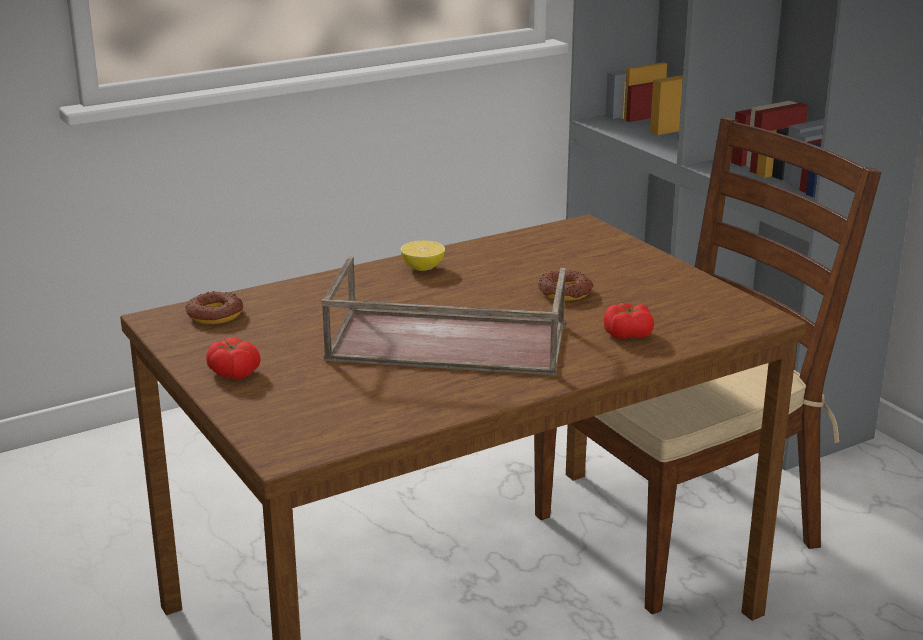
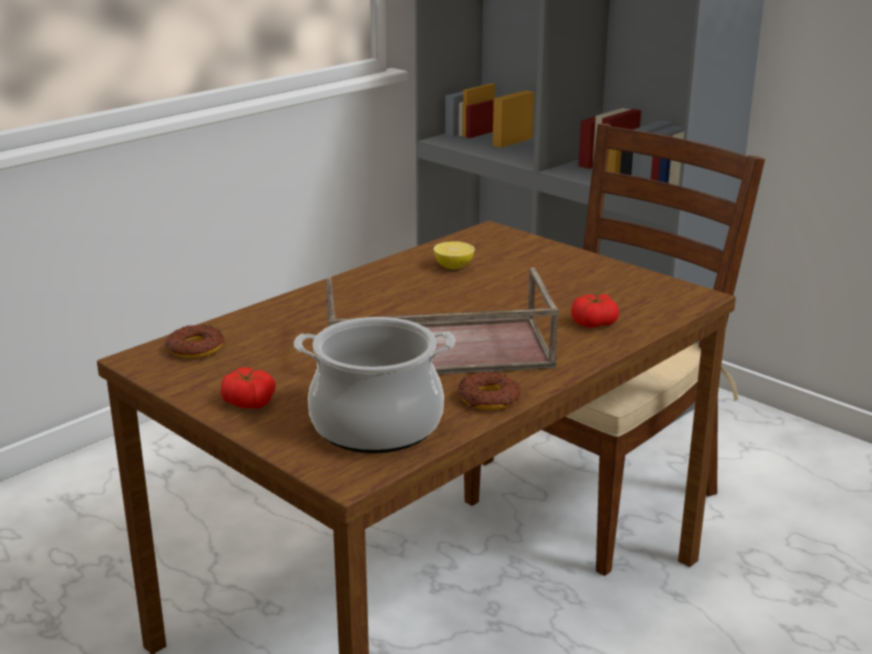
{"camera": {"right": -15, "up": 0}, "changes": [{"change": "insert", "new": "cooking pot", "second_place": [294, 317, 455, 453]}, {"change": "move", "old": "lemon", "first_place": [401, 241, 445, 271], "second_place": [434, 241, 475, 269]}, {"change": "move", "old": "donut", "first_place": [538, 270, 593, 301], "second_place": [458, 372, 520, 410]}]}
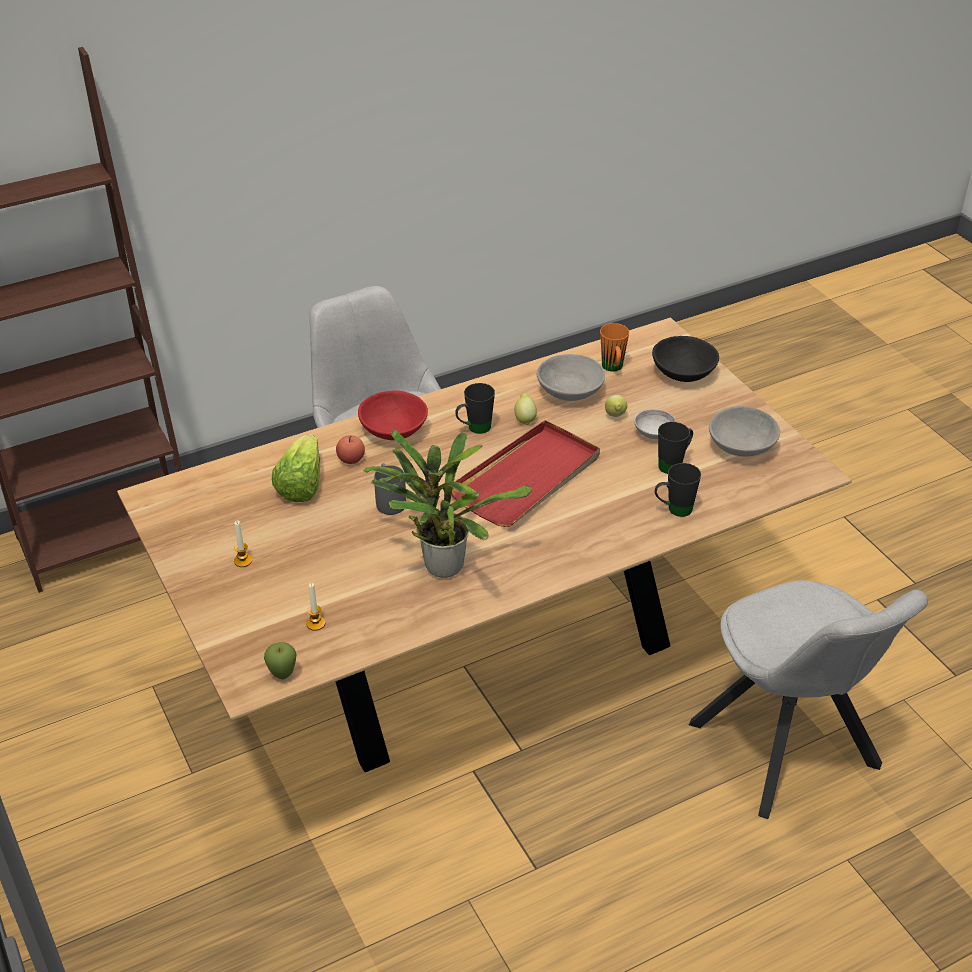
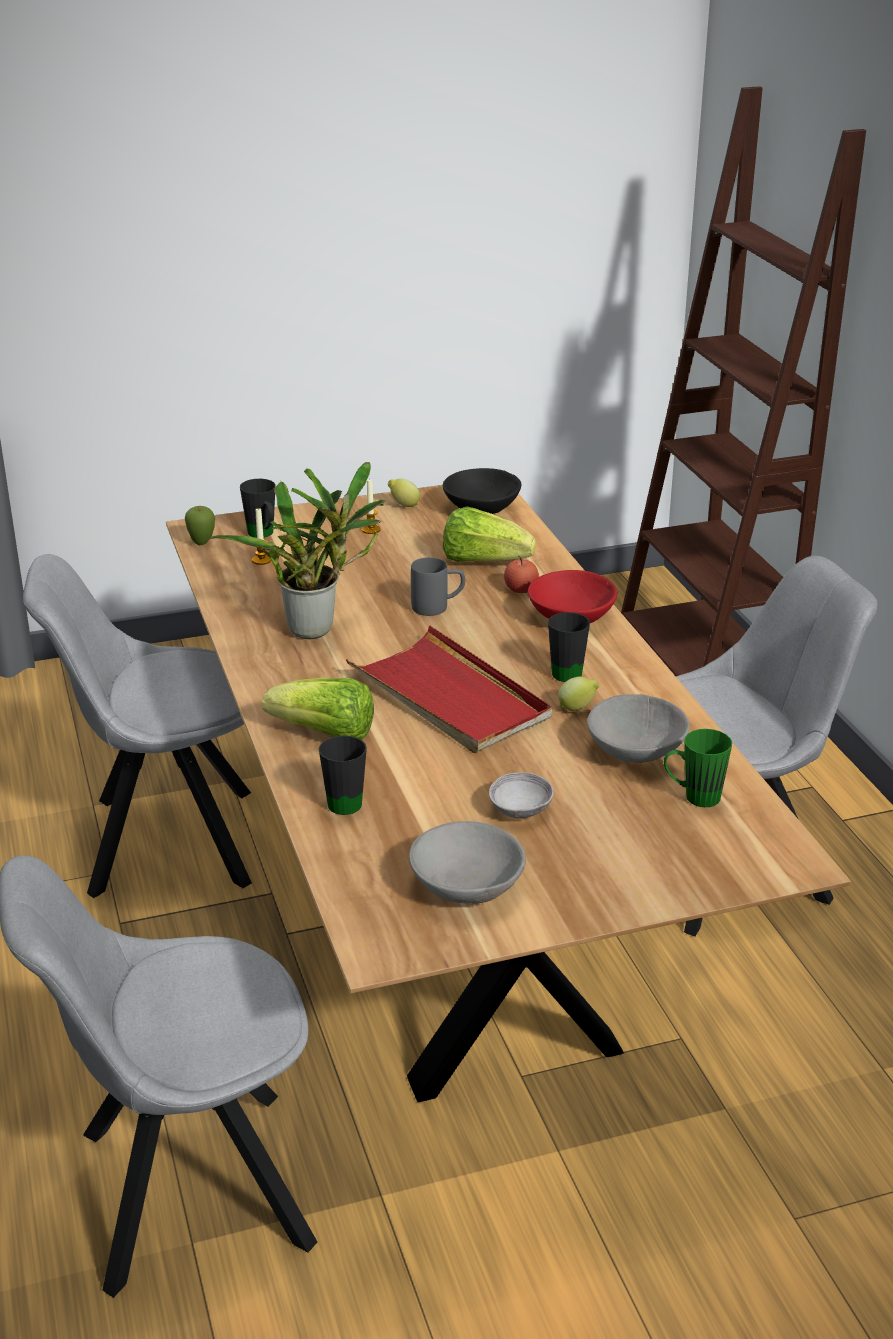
{"camera": {"right": 100, "up": -10}, "changes": [{"change": "insert", "new": "grey chair", "second_place": [23, 554, 252, 898]}, {"change": "move", "old": "black mug", "first_place": [658, 422, 693, 474], "second_place": [240, 479, 276, 538]}, {"change": "insert", "new": "lettuce", "second_place": [262, 678, 374, 740]}, {"change": "move", "old": "lemon", "first_place": [605, 395, 627, 417], "second_place": [388, 479, 420, 507]}, {"change": "move", "old": "black bowl", "first_place": [652, 336, 719, 382], "second_place": [443, 468, 521, 514]}, {"change": "recolor", "old": "orange mug", "new": "green mug", "first_place": [600, 323, 629, 372], "second_place": [664, 729, 732, 807]}]}
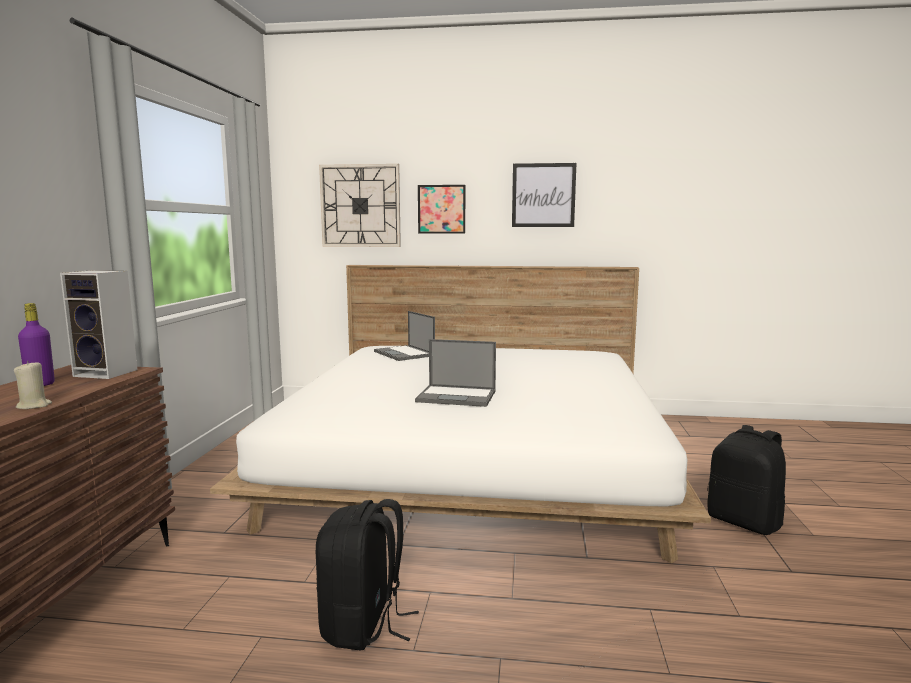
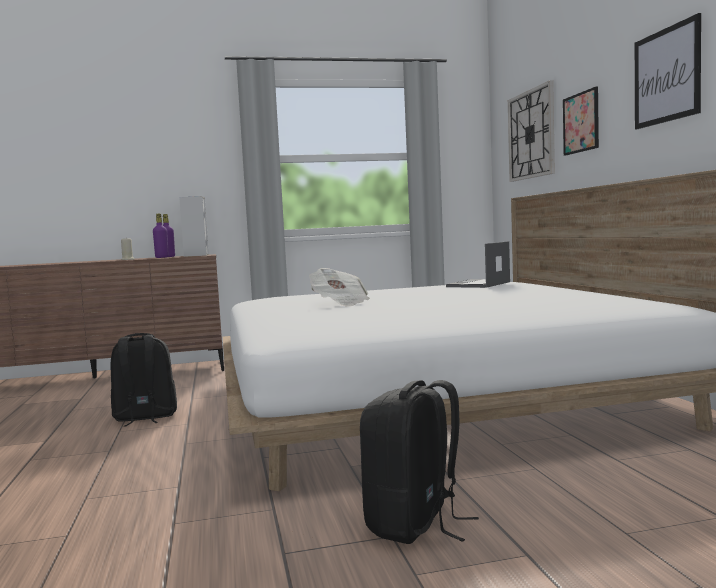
{"camera": {"right": 70, "up": -5}, "changes": [{"change": "insert", "new": "purple bottle", "second_place": [153, 214, 169, 258]}, {"change": "replace", "old": "laptop", "new": "newspaper", "first_place": [415, 339, 496, 407], "second_place": [309, 268, 370, 307]}]}
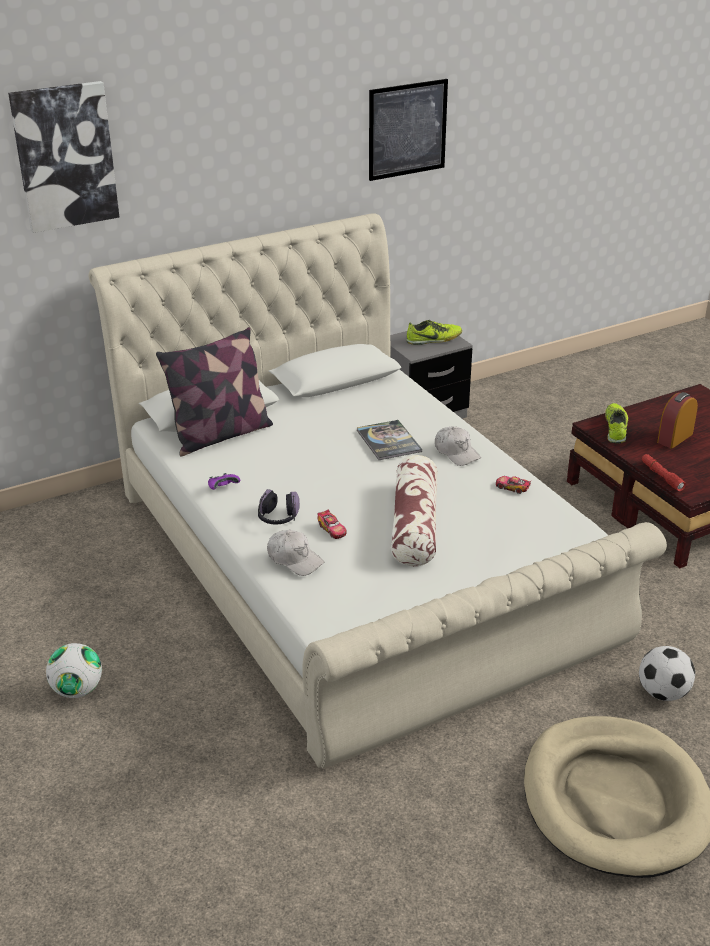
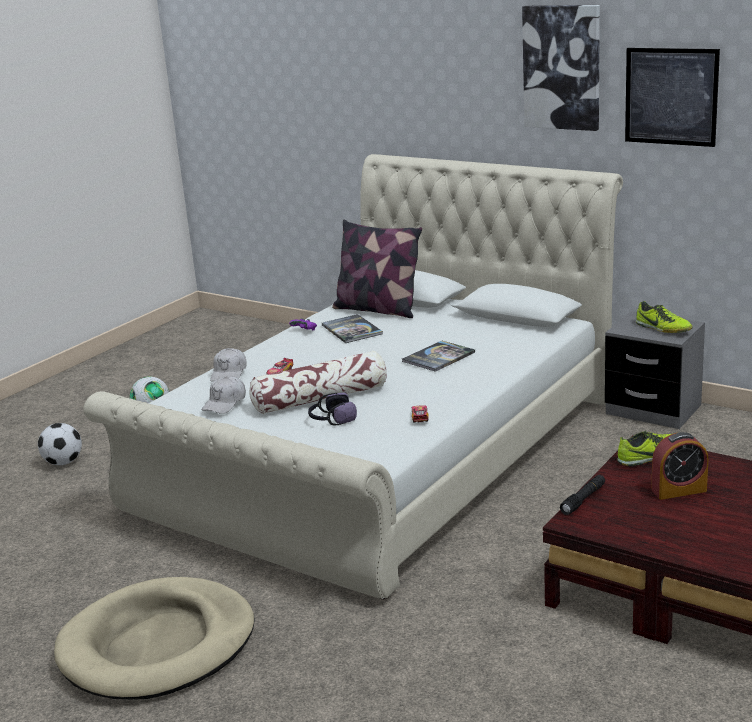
{"camera": {"right": 65, "up": -10}, "changes": [{"change": "move", "old": "football", "first_place": [639, 646, 695, 701], "second_place": [38, 423, 82, 465]}, {"change": "move", "old": "white cap", "first_place": [435, 426, 481, 466], "second_place": [202, 377, 246, 414]}, {"change": "move", "old": "headphones", "first_place": [258, 489, 300, 524], "second_place": [308, 392, 357, 425]}, {"change": "insert", "new": "book", "second_place": [322, 314, 383, 343]}, {"change": "move", "old": "picture", "first_place": [8, 81, 119, 233], "second_place": [522, 5, 600, 131]}, {"change": "recolor", "old": "red flashlight", "new": "black flashlight", "first_place": [642, 454, 686, 491], "second_place": [560, 475, 605, 515]}, {"change": "rotate", "old": "alarm clock", "first_place": [657, 392, 698, 449], "second_place": [651, 432, 708, 500], "degrees": 150}]}
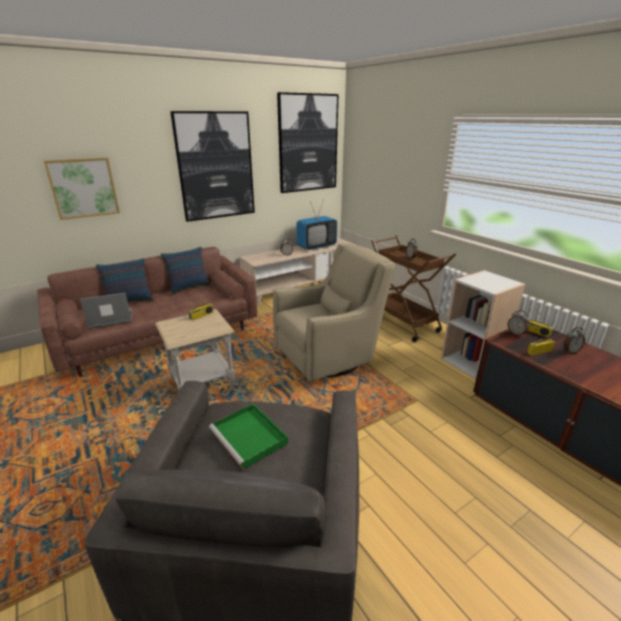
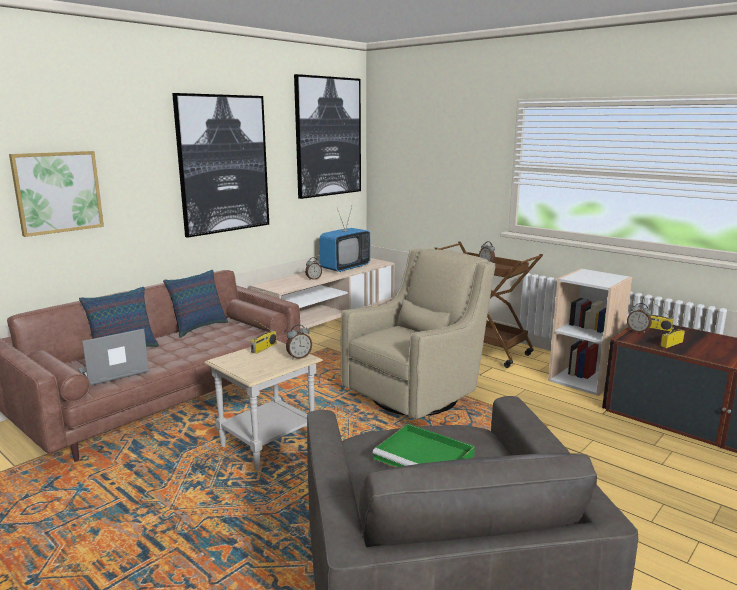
{"camera": {"right": -15, "up": -10}, "changes": [{"change": "move", "old": "alarm clock", "first_place": [563, 327, 586, 354], "second_place": [286, 324, 312, 360]}]}
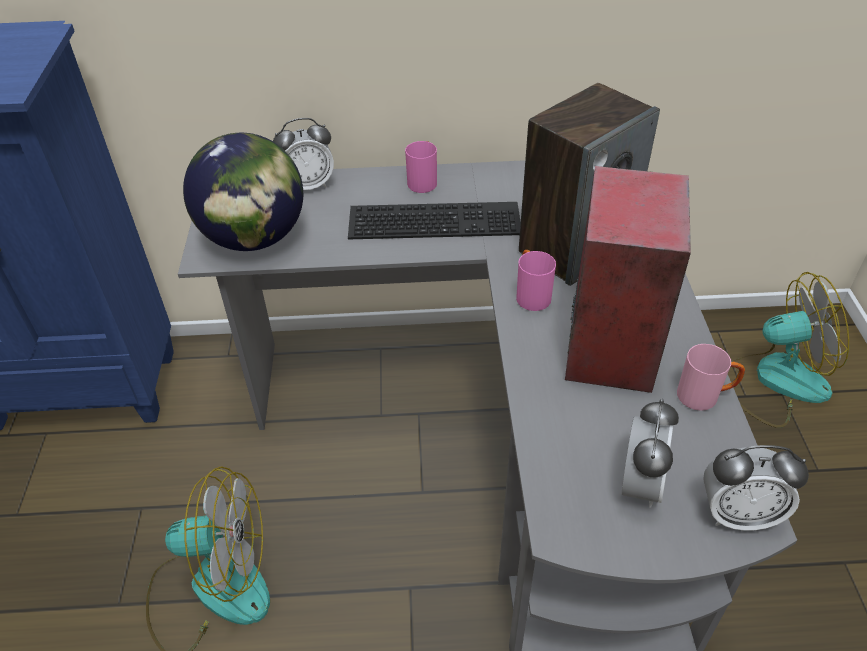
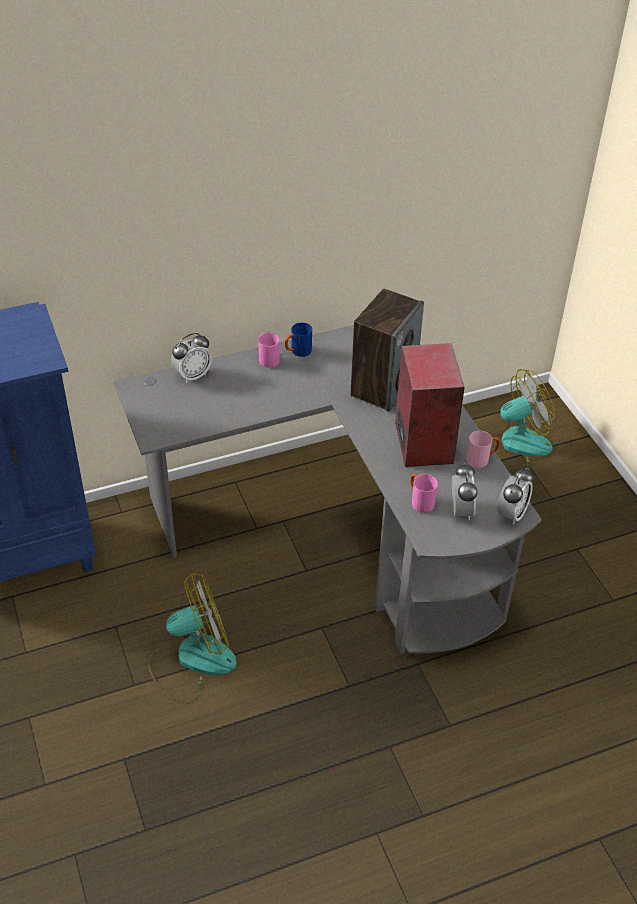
{"camera": {"right": -20, "up": 0}, "changes": [{"change": "insert", "new": "blue mug", "second_place": [285, 323, 312, 357]}, {"change": "move", "old": "pink mug", "first_place": [516, 250, 556, 311], "second_place": [410, 474, 438, 513]}, {"change": "rotate", "old": "alarm clock", "first_place": [703, 445, 809, 531], "second_place": [497, 468, 534, 525], "degrees": -45}, {"change": "delete", "old": "globe", "first_place": [183, 133, 303, 251]}, {"change": "delete", "old": "keyboard", "first_place": [348, 202, 521, 239]}]}
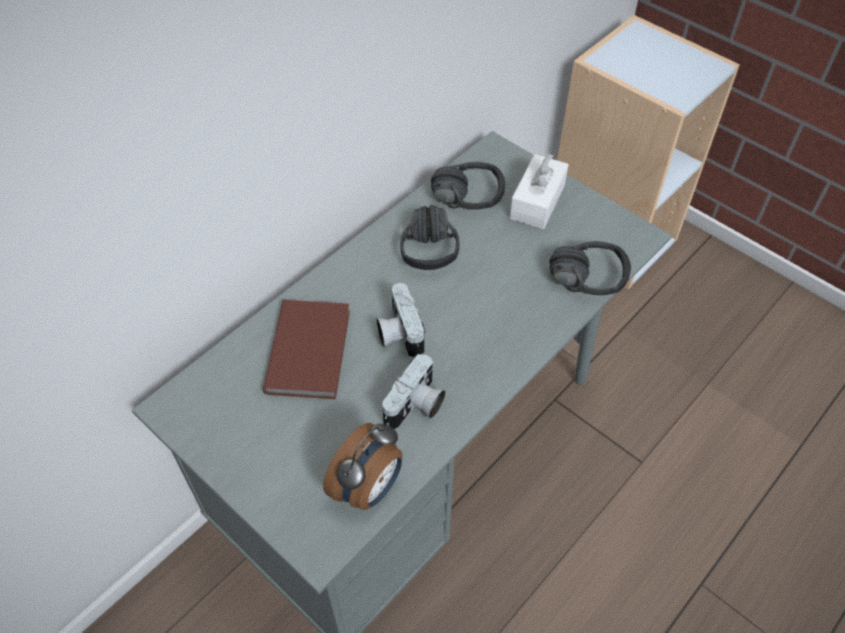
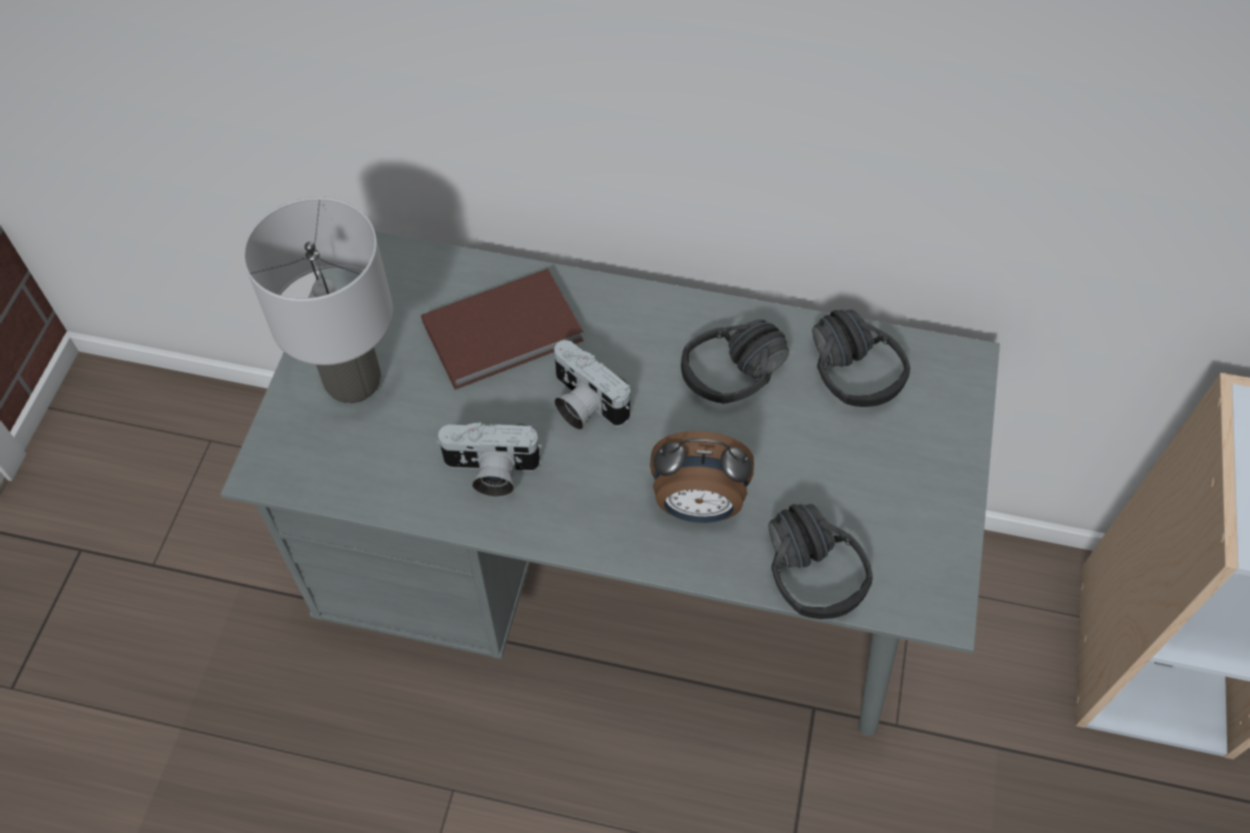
{"camera": {"right": 60, "up": 5}, "changes": [{"change": "insert", "new": "white table lamp", "second_place": [243, 197, 393, 403]}, {"change": "rotate", "old": "photo camera", "first_place": [377, 283, 425, 358], "second_place": [554, 340, 630, 430], "degrees": -90}, {"change": "move", "old": "alarm clock", "first_place": [323, 423, 402, 510], "second_place": [650, 431, 754, 523]}, {"change": "delete", "old": "white tissue box", "first_place": [510, 154, 569, 229]}]}
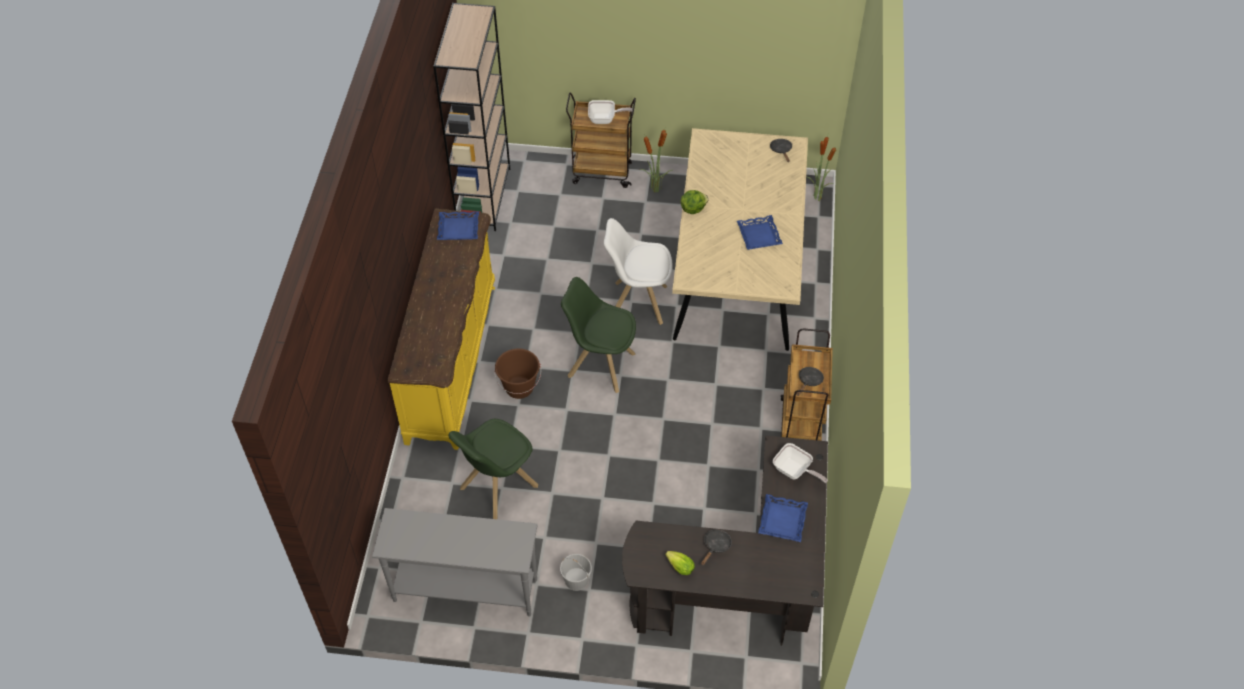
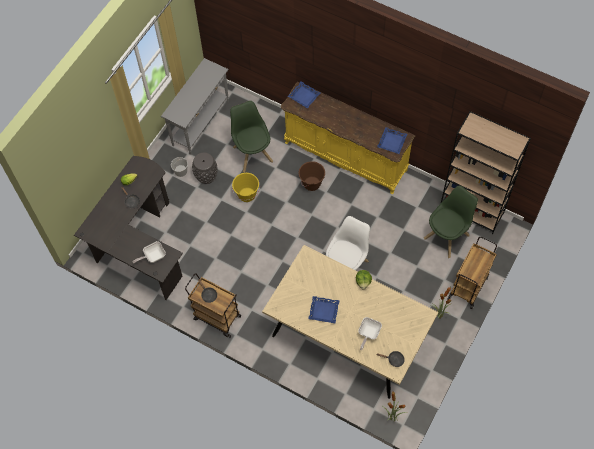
{"camera": {"right": 115, "up": 10}, "changes": [{"change": "insert", "new": "grey stool", "second_place": [192, 152, 218, 184]}, {"change": "insert", "new": "yellow bucket", "second_place": [232, 173, 260, 202]}, {"change": "move", "old": "blue tray", "first_place": [758, 494, 808, 542], "second_place": [288, 81, 321, 108]}, {"change": "move", "old": "frying pan", "first_place": [588, 100, 633, 124], "second_place": [358, 317, 382, 350]}, {"change": "move", "old": "green chair", "first_place": [561, 277, 636, 393], "second_place": [424, 185, 478, 258]}]}
